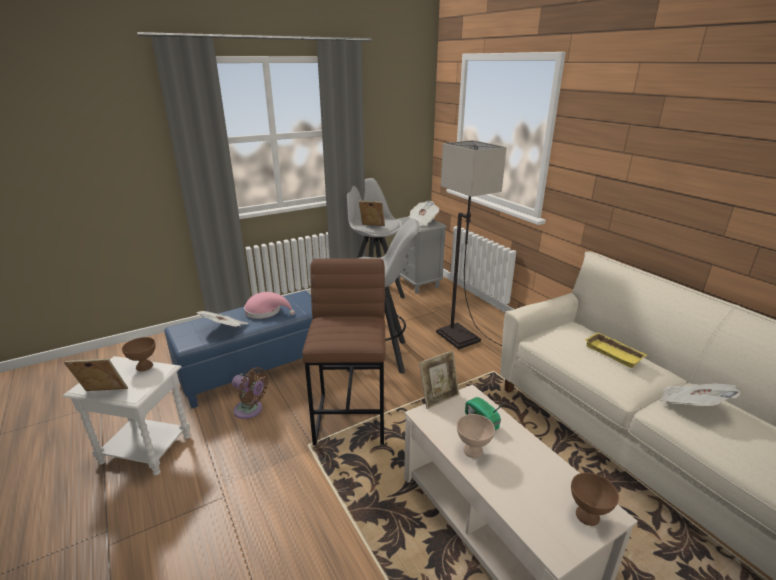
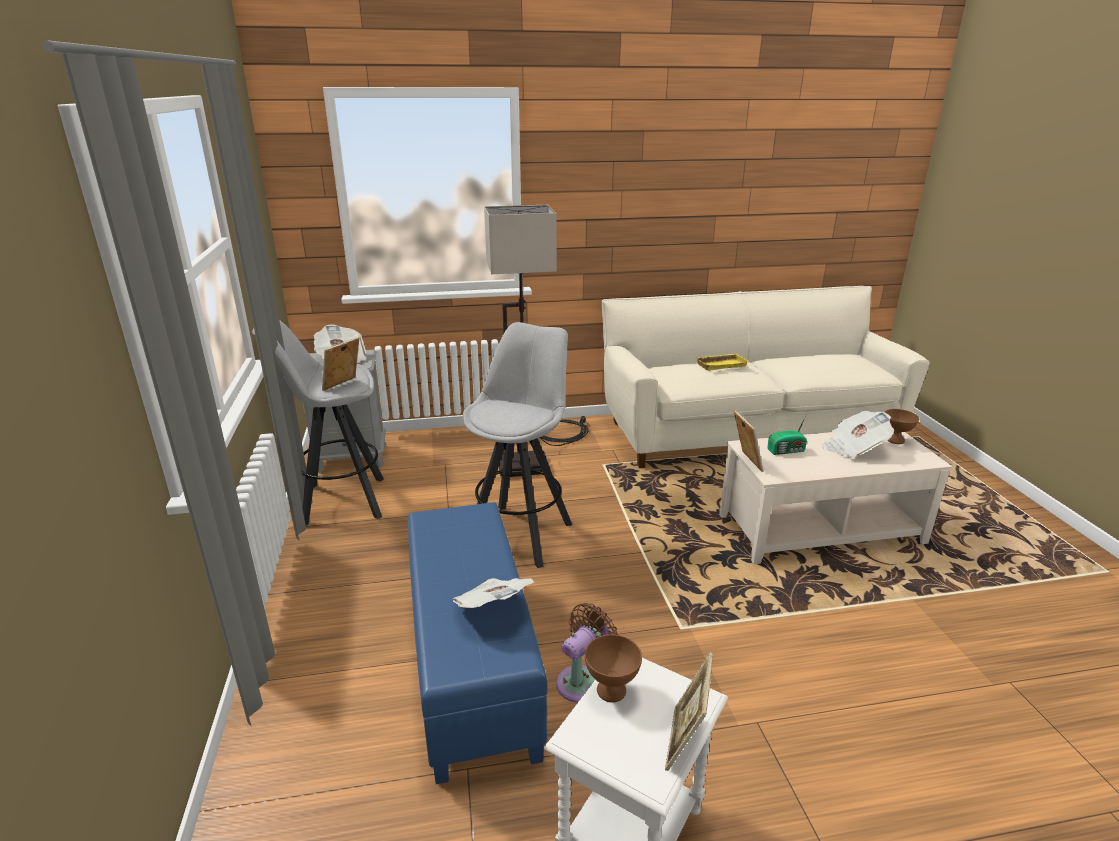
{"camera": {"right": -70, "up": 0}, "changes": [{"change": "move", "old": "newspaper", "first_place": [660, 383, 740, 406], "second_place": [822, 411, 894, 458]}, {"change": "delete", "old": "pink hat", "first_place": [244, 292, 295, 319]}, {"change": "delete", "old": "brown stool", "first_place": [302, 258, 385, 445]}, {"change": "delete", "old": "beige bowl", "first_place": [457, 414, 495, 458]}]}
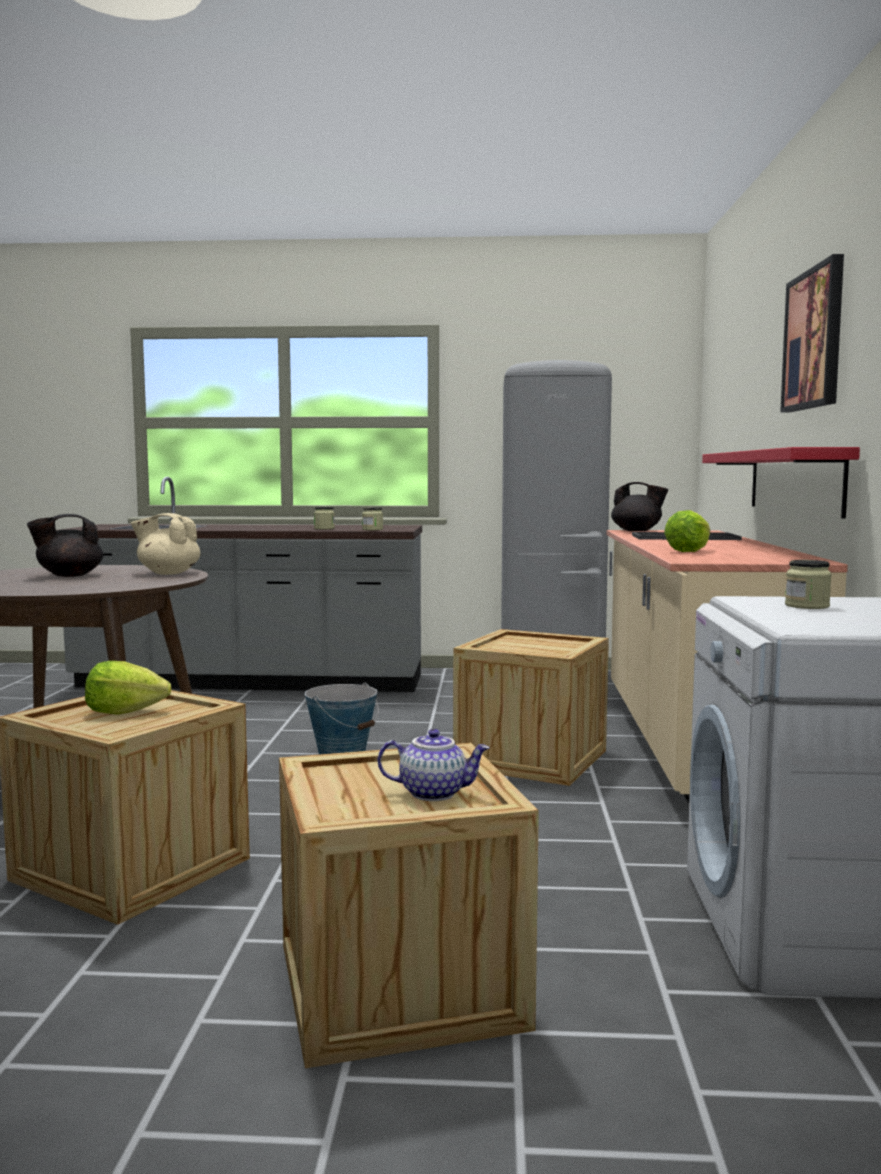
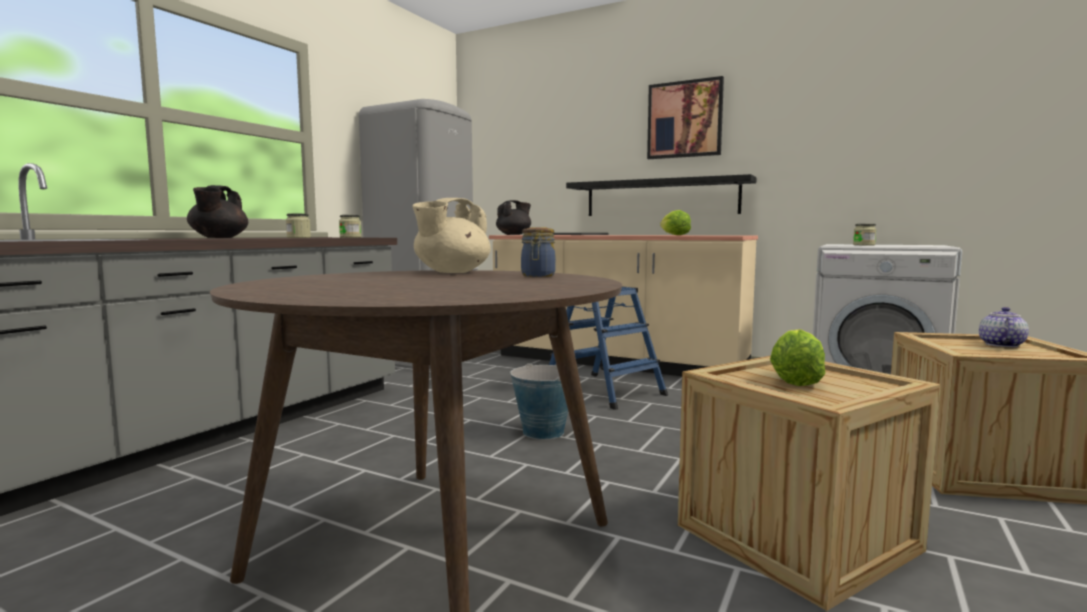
{"camera": {"right": -65, "up": 0}, "changes": [{"change": "move", "old": "black teapot", "first_place": [27, 514, 103, 577], "second_place": [187, 185, 248, 238]}, {"change": "insert", "new": "jar", "second_place": [521, 227, 556, 277]}, {"change": "replace", "old": "crate", "new": "blue step ladder", "first_place": [453, 629, 609, 786], "second_place": [549, 286, 668, 410]}, {"change": "recolor", "old": "red shelf", "new": "black shelf", "first_place": [702, 447, 860, 519], "second_place": [566, 174, 757, 216]}]}
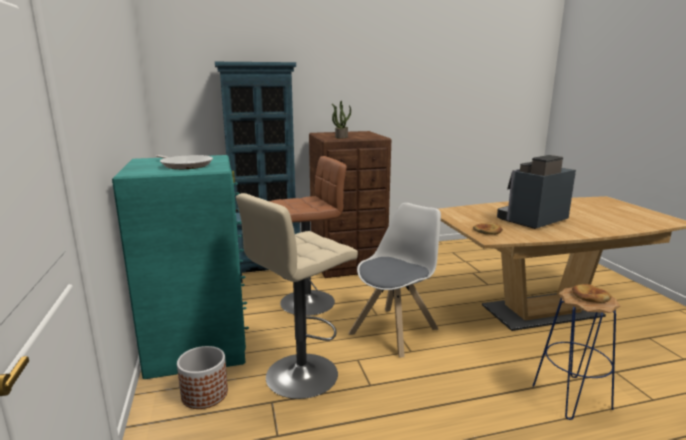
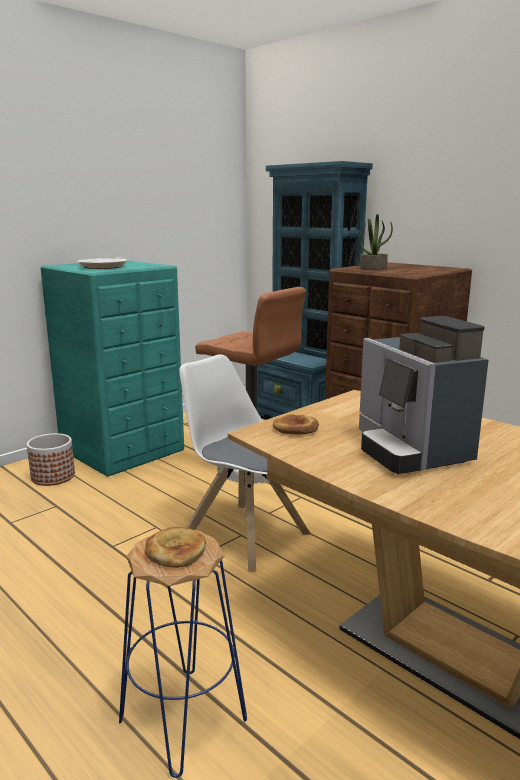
{"camera": {"right": 60, "up": 0}, "changes": [{"change": "rotate", "old": "chair", "first_place": [348, 203, 441, 358], "second_place": [179, 354, 311, 572], "degrees": -150}, {"change": "rotate", "old": "coffee machine", "first_place": [497, 155, 576, 229], "second_place": [359, 316, 488, 474], "degrees": -135}, {"change": "delete", "old": "beige stool", "first_place": [236, 193, 358, 399]}]}
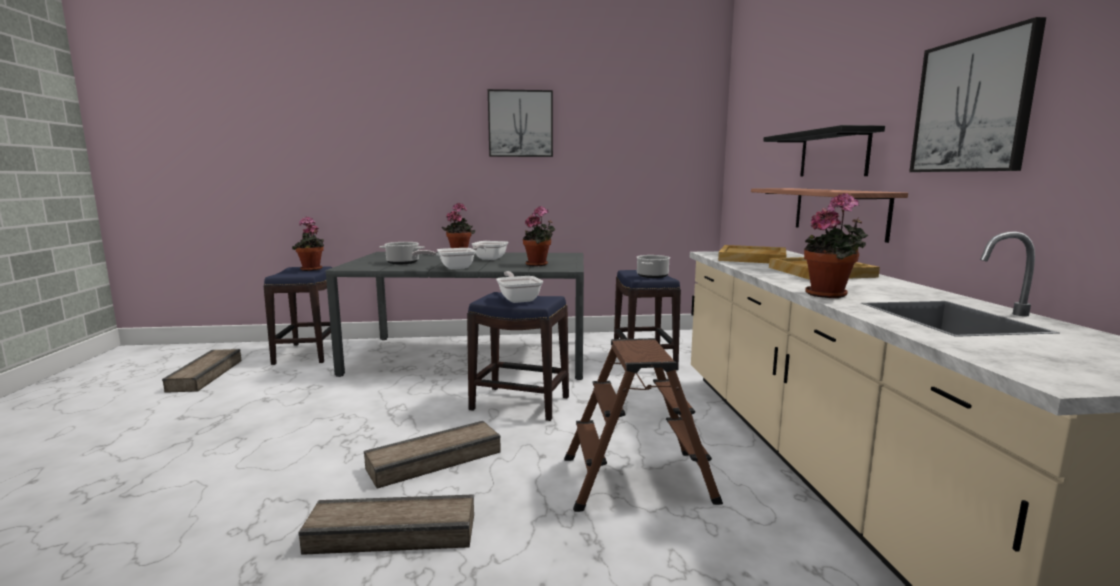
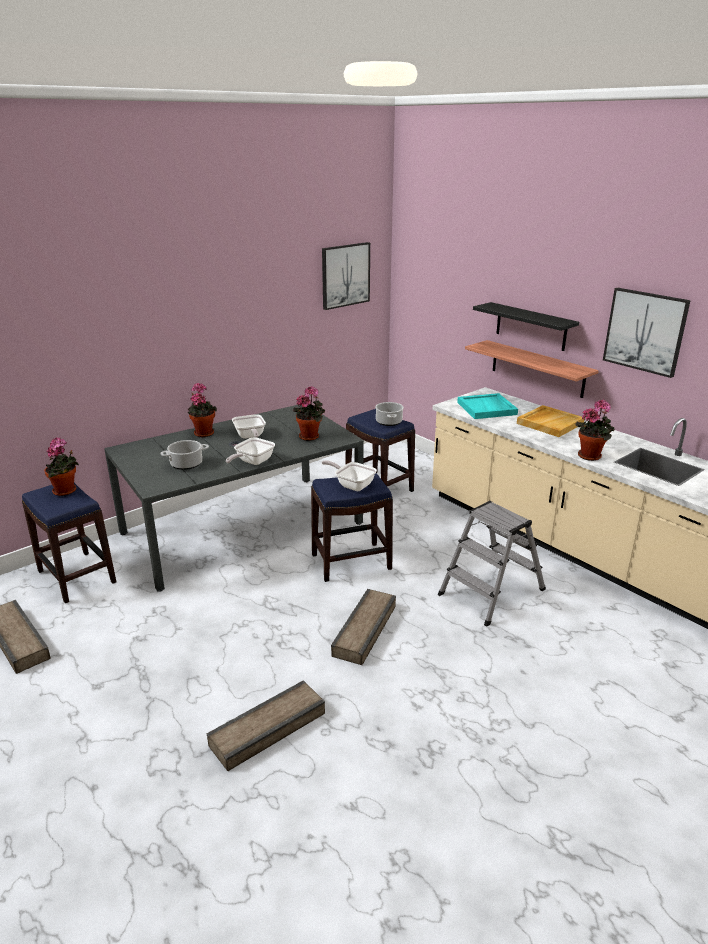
{"camera": {"right": -35, "up": 15}, "changes": [{"change": "move", "old": "crate", "first_place": [298, 494, 474, 555], "second_place": [207, 680, 325, 771]}, {"change": "move", "old": "picture", "first_place": [488, 89, 553, 157], "second_place": [322, 242, 370, 310]}, {"change": "recolor", "old": "brown step ladder", "new": "grey step ladder", "first_place": [564, 338, 723, 512], "second_place": [438, 501, 546, 627]}, {"change": "recolor", "old": "beige tray", "new": "turquoise tray", "first_place": [718, 245, 786, 263], "second_place": [457, 393, 518, 419]}]}
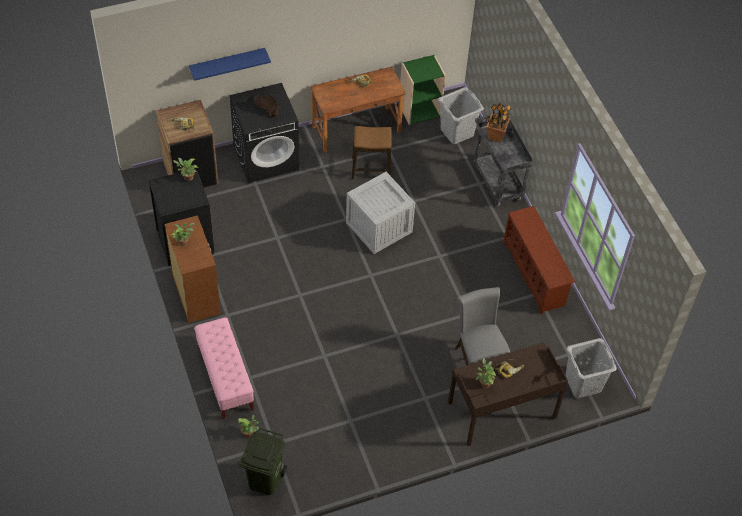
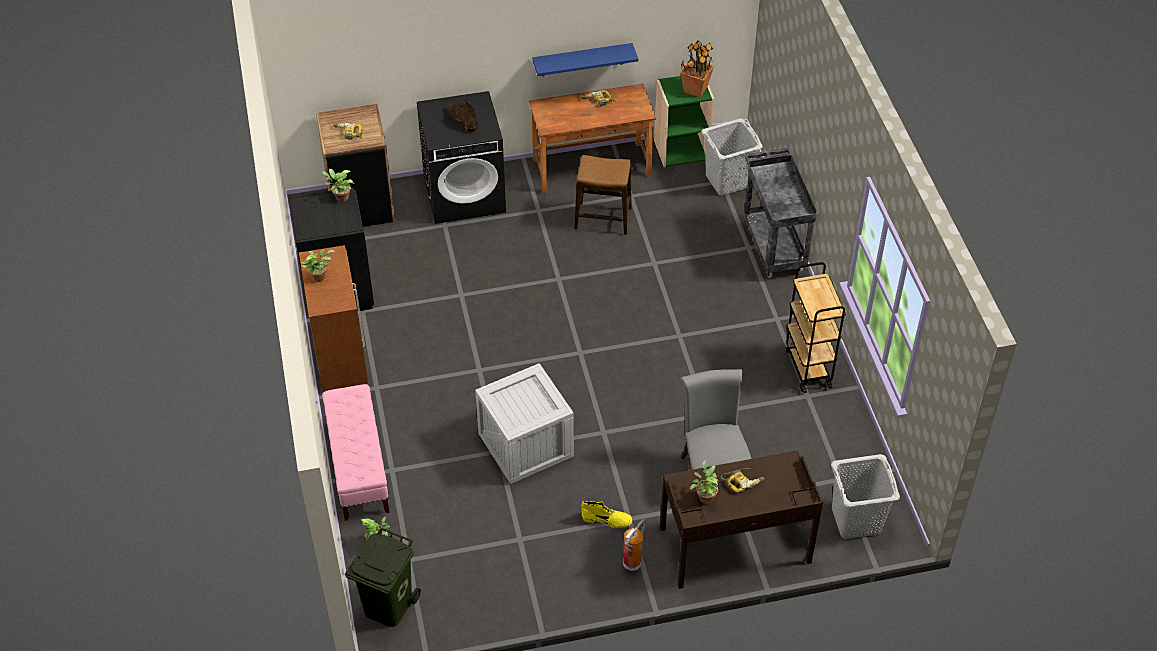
{"camera": {"right": 10, "up": -5}, "changes": [{"change": "move", "old": "crate", "first_place": [346, 172, 415, 254], "second_place": [475, 363, 574, 484]}, {"change": "move", "old": "blue shelf", "first_place": [189, 48, 271, 81], "second_place": [532, 43, 638, 76]}, {"change": "insert", "new": "yellow boot", "second_place": [581, 501, 632, 528]}, {"change": "insert", "new": "fire extinguisher", "second_place": [623, 520, 646, 571]}, {"change": "move", "old": "potted plant", "first_place": [486, 103, 512, 143], "second_place": [680, 41, 714, 97]}, {"change": "replace", "old": "brown shoe rack", "new": "brown cart", "first_place": [503, 206, 575, 314], "second_place": [786, 262, 846, 393]}]}
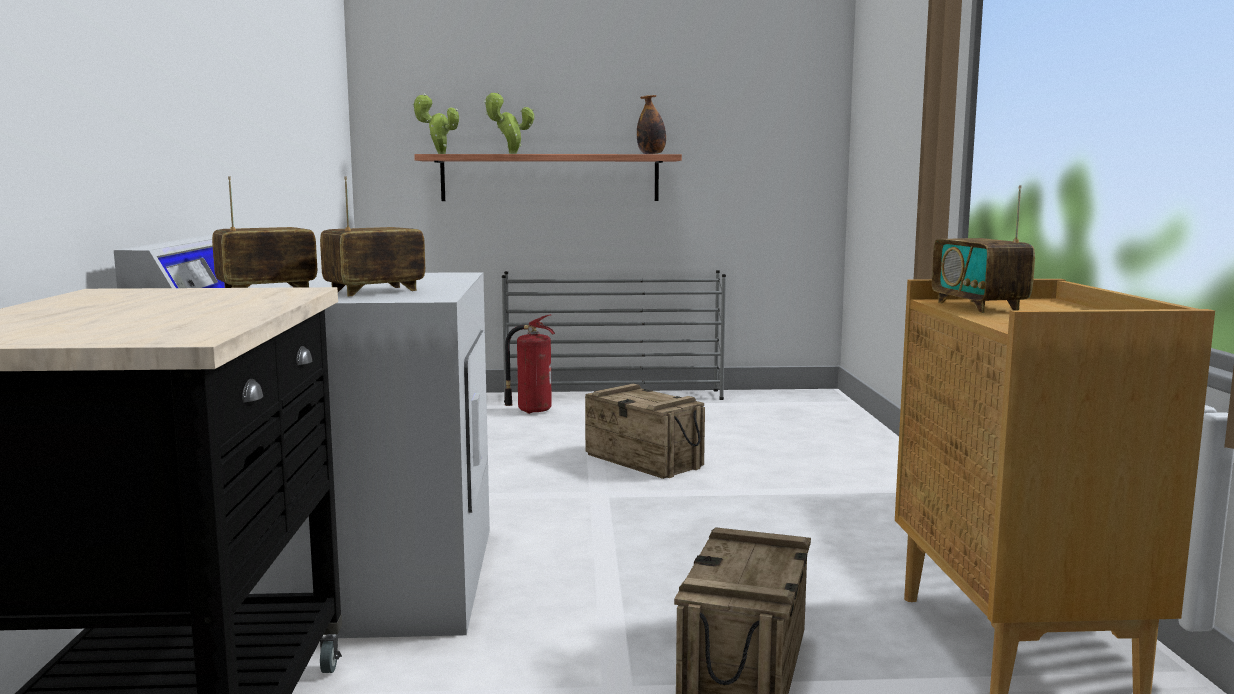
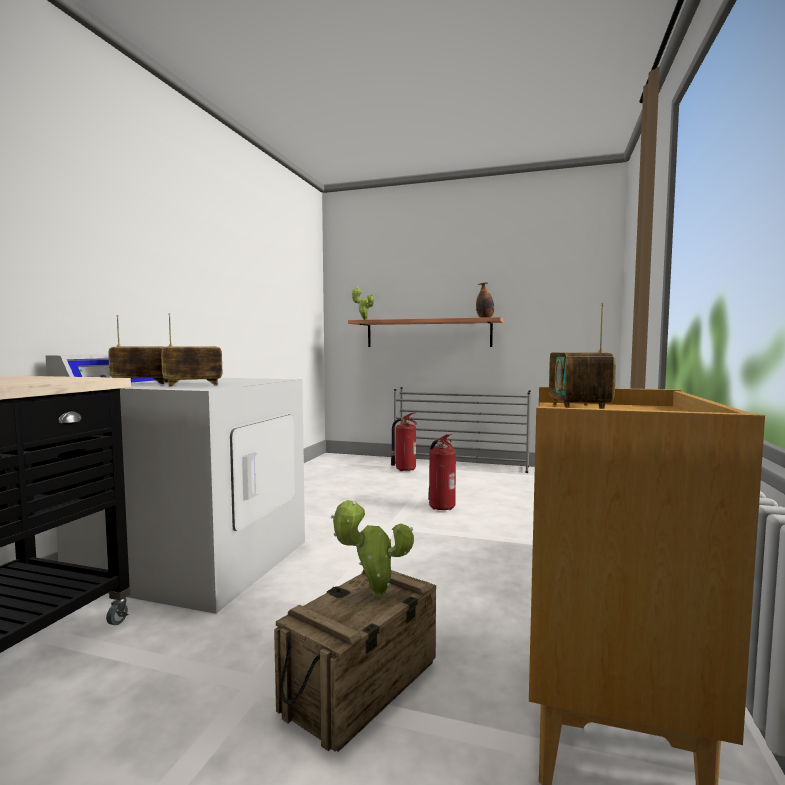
{"camera": {"right": 20, "up": -5}, "changes": [{"change": "move", "old": "potted plant", "first_place": [484, 92, 534, 154], "second_place": [331, 500, 414, 596]}, {"change": "replace", "old": "crate", "new": "fire extinguisher", "first_place": [585, 384, 705, 479], "second_place": [428, 434, 456, 510]}]}
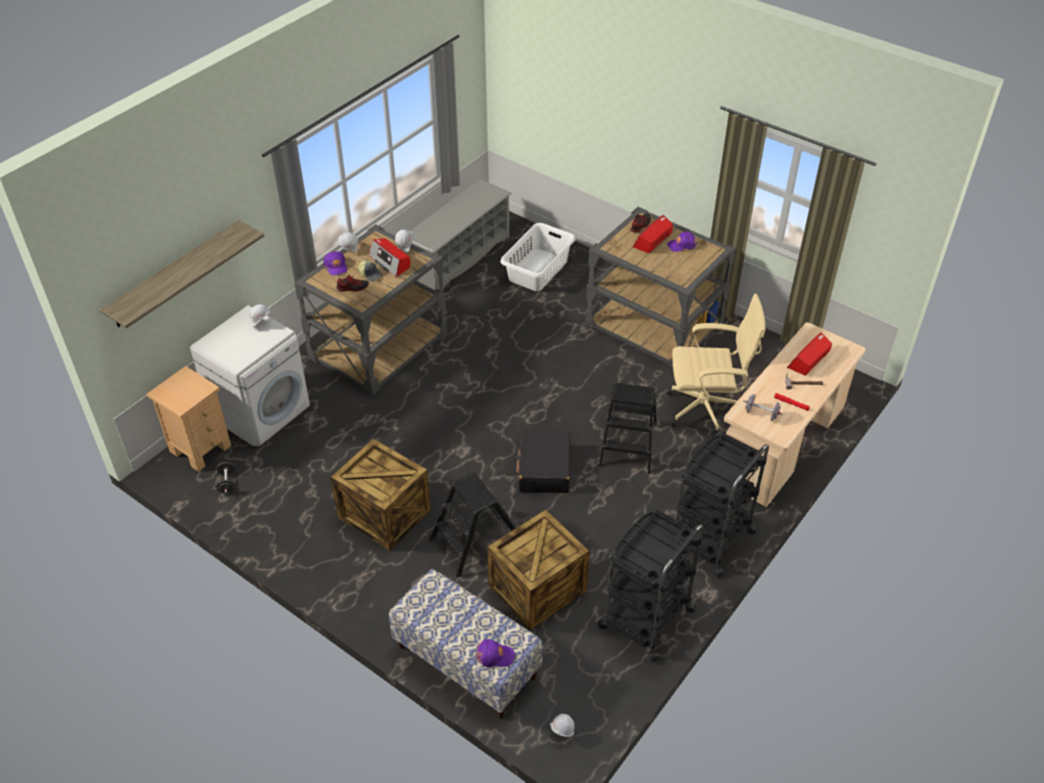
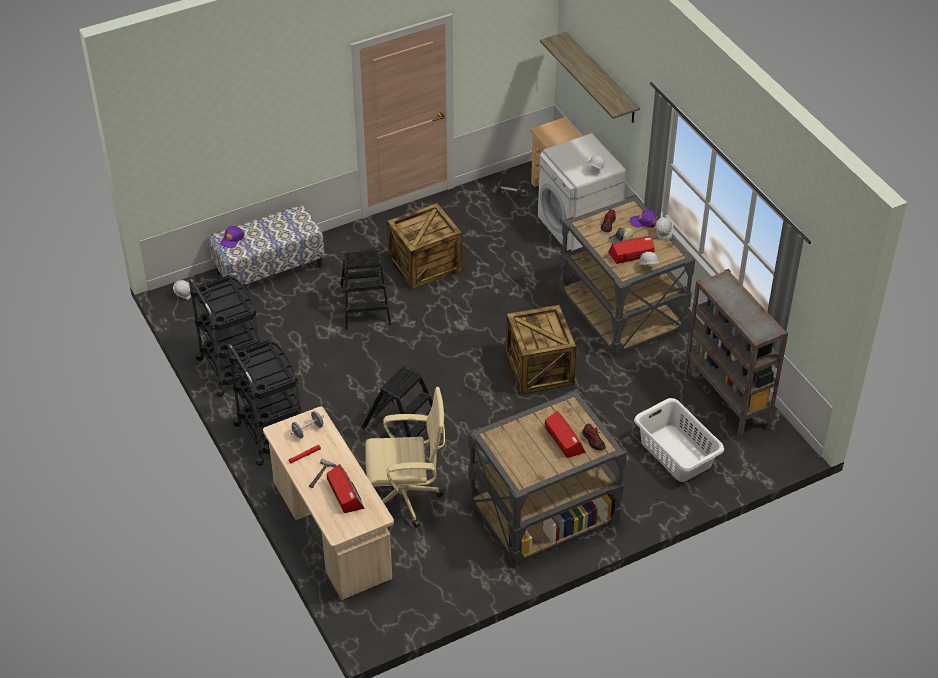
{"camera": {"right": 115, "up": 0}, "changes": [{"change": "rotate", "old": "beige office chair", "first_place": [667, 294, 765, 434], "second_place": [365, 387, 445, 528], "degrees": -120}, {"change": "move", "old": "crate", "first_place": [487, 509, 590, 630], "second_place": [506, 305, 577, 394]}, {"change": "replace", "old": "grey shoe rack", "new": "grey bookcase", "first_place": [411, 179, 512, 290], "second_place": [684, 269, 788, 441]}, {"change": "delete", "old": "black suitcase", "first_place": [516, 429, 571, 493]}, {"change": "delete", "old": "purple cap", "first_place": [667, 232, 697, 252]}]}
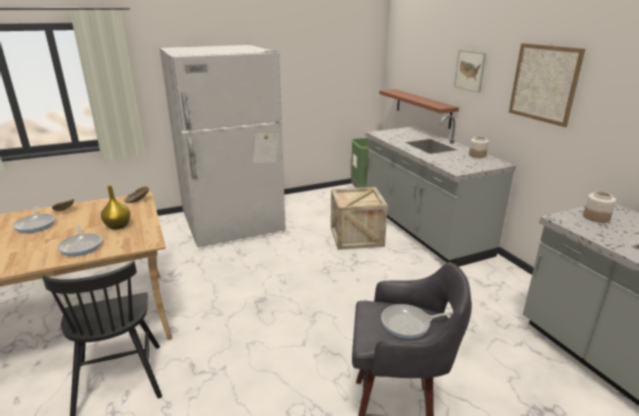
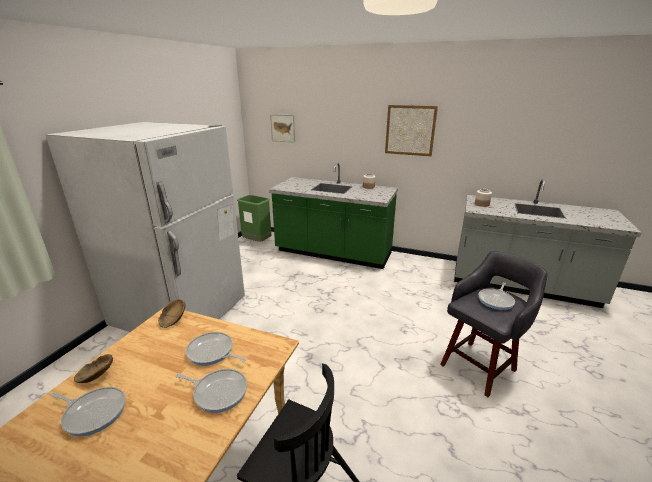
{"camera": {"right": -45, "up": 0}, "changes": [{"change": "replace", "old": "yellow vase", "new": "frying pan", "first_place": [101, 186, 130, 230], "second_place": [186, 332, 246, 366]}, {"change": "recolor", "old": "grey counter", "new": "green counter", "first_place": [365, 115, 516, 267], "second_place": [269, 163, 398, 269]}, {"change": "move", "old": "picture", "first_place": [454, 50, 486, 93], "second_place": [270, 114, 295, 143]}, {"change": "delete", "old": "crate", "first_place": [331, 187, 388, 250]}, {"change": "delete", "old": "brown shelf", "first_place": [379, 89, 459, 129]}]}
